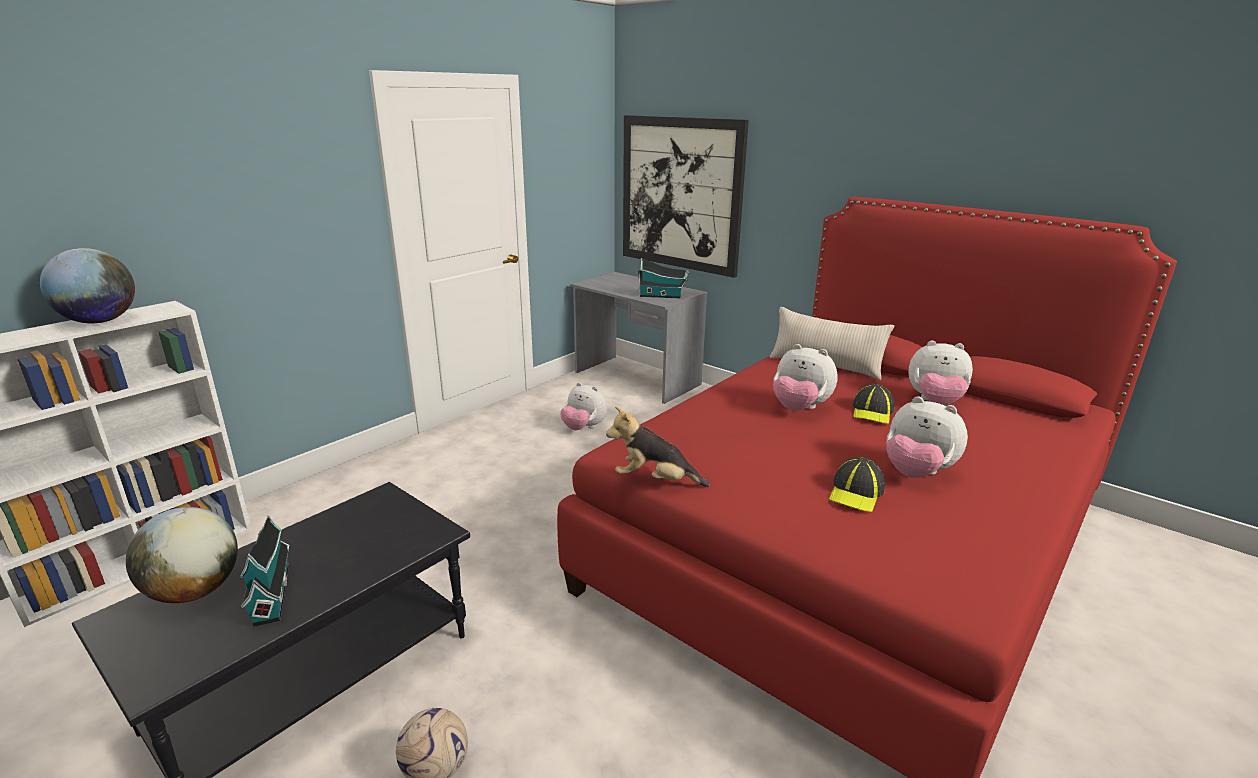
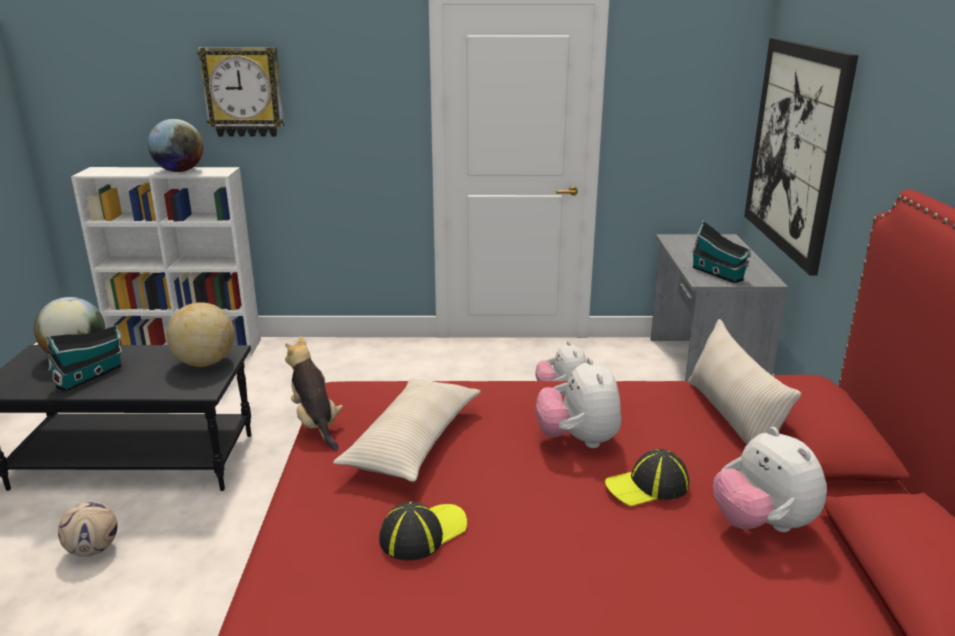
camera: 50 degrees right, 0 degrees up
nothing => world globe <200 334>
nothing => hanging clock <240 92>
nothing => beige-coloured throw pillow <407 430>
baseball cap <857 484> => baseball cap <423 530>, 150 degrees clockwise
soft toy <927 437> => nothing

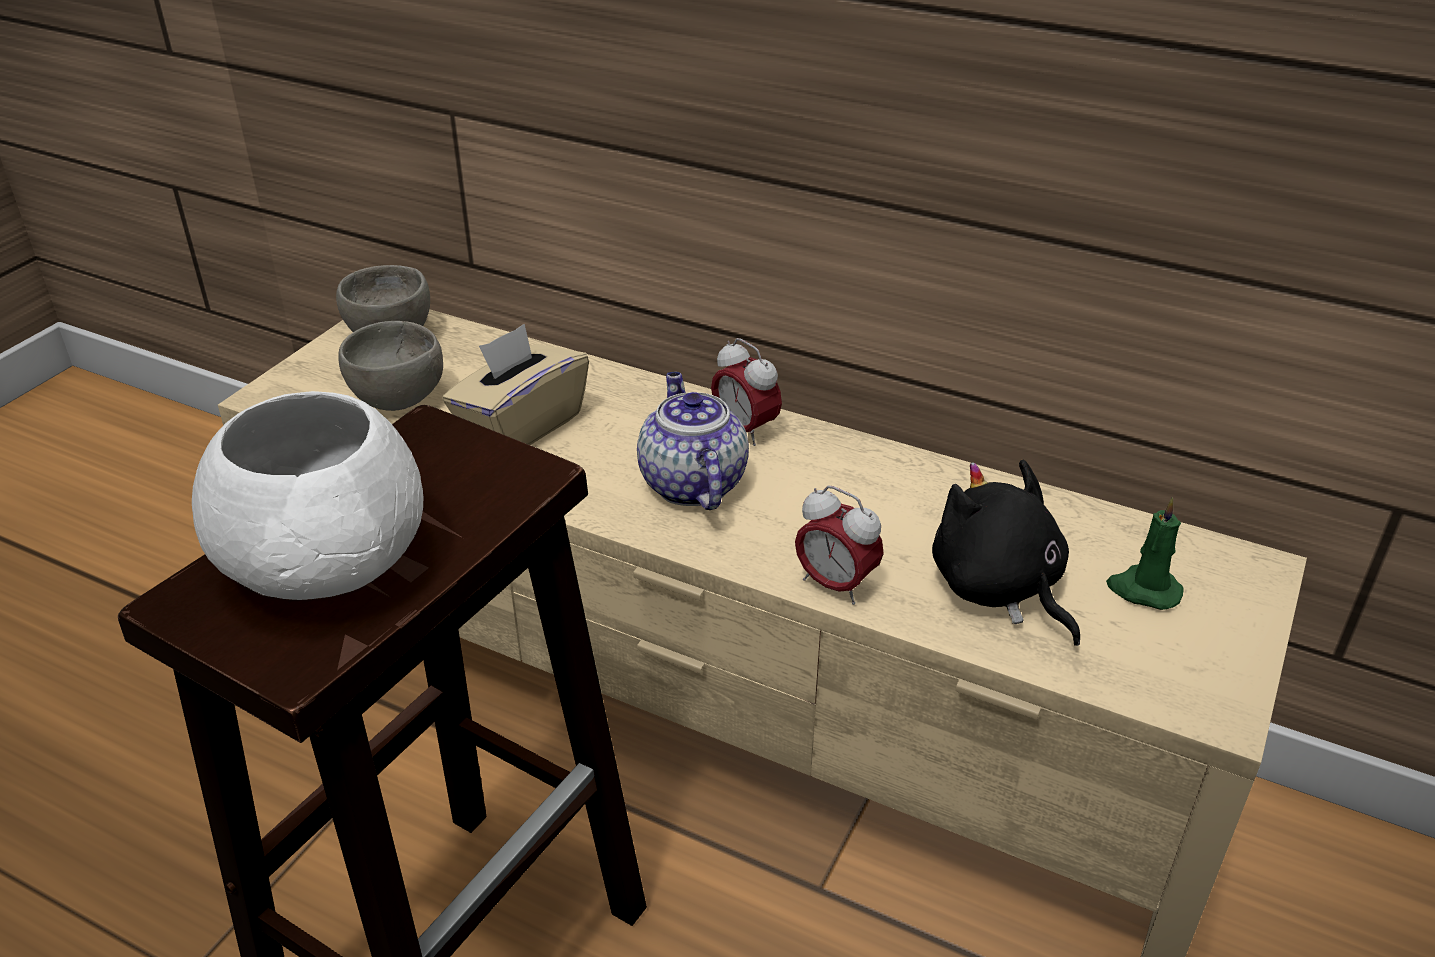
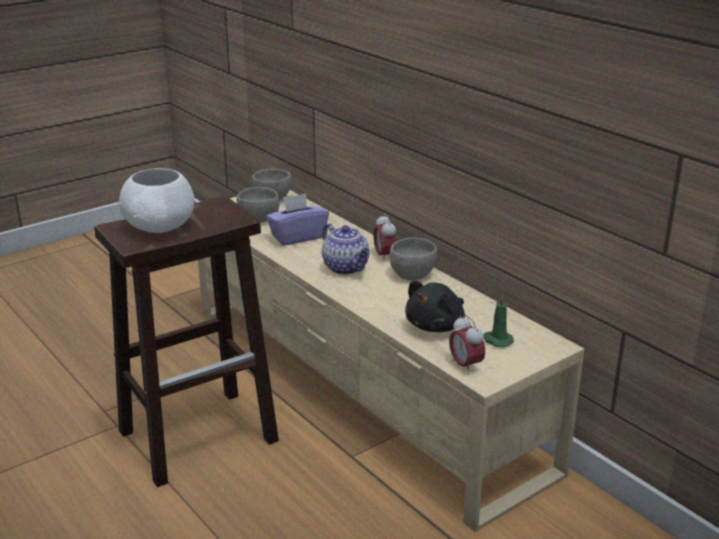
camera: 25 degrees right, 10 degrees down
beige-coloured tissue box <515 384> => purplish tissue box <297 219>
tea pot <693 441> => tea pot <346 249>, 135 degrees clockwise
nothing => greyish serving bowl <413 258>
black-coloured soft toy <1006 552> => black-coloured soft toy <435 306>, 135 degrees counterclockwise
alarm clock <839 545> => alarm clock <467 345>, shifted

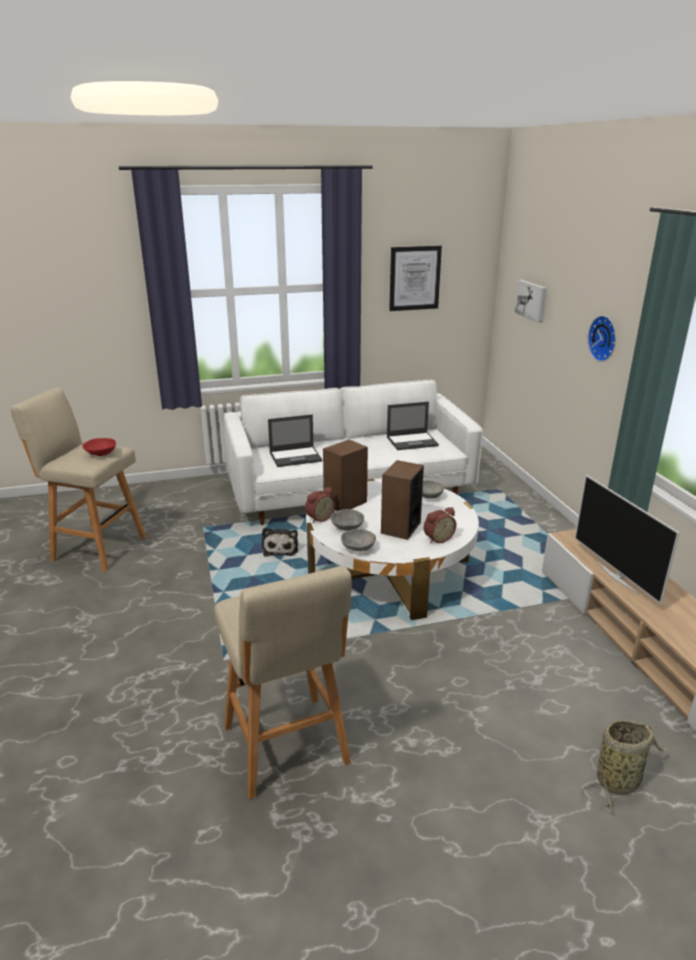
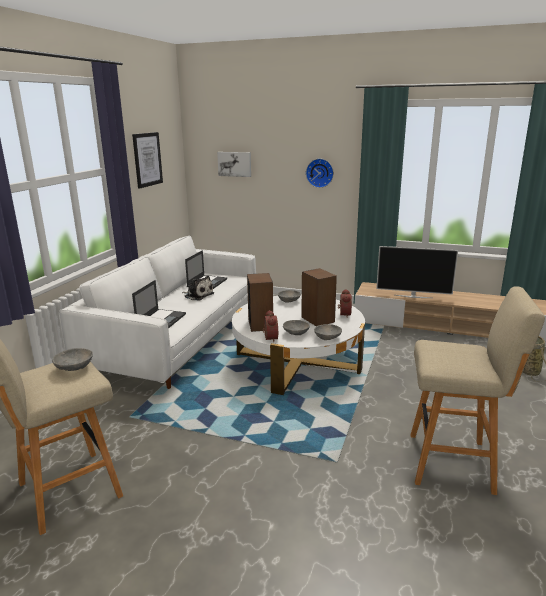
camera: 55 degrees left, 5 degrees down
reddish serving bowl <99 447> => greyish serving bowl <72 359>
soft toy <280 542> => soft toy <198 287>, shifted

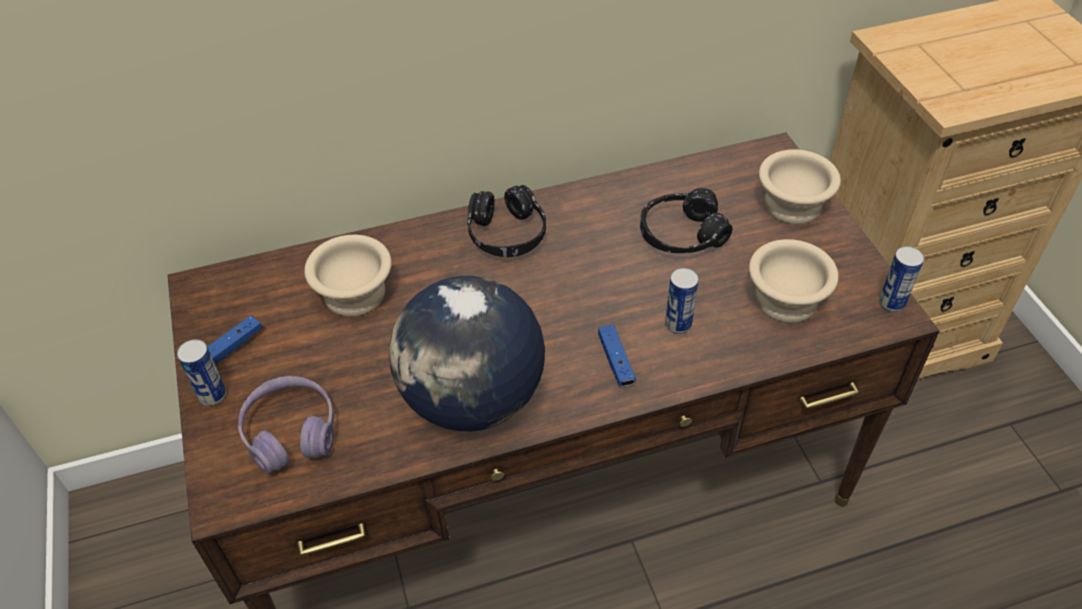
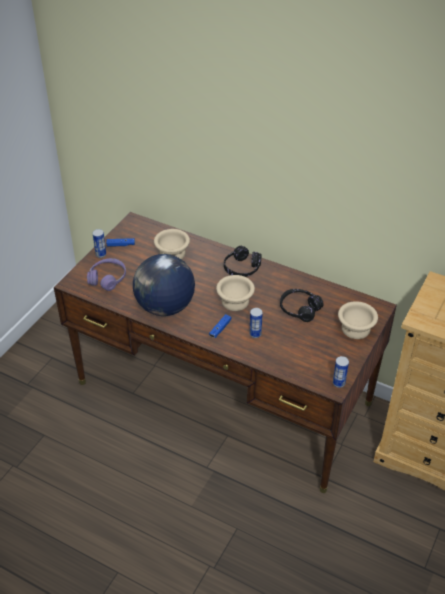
camera: 45 degrees right, 5 degrees down
beige-coloured serving bowl <794 281> => beige-coloured serving bowl <235 293>, shifted

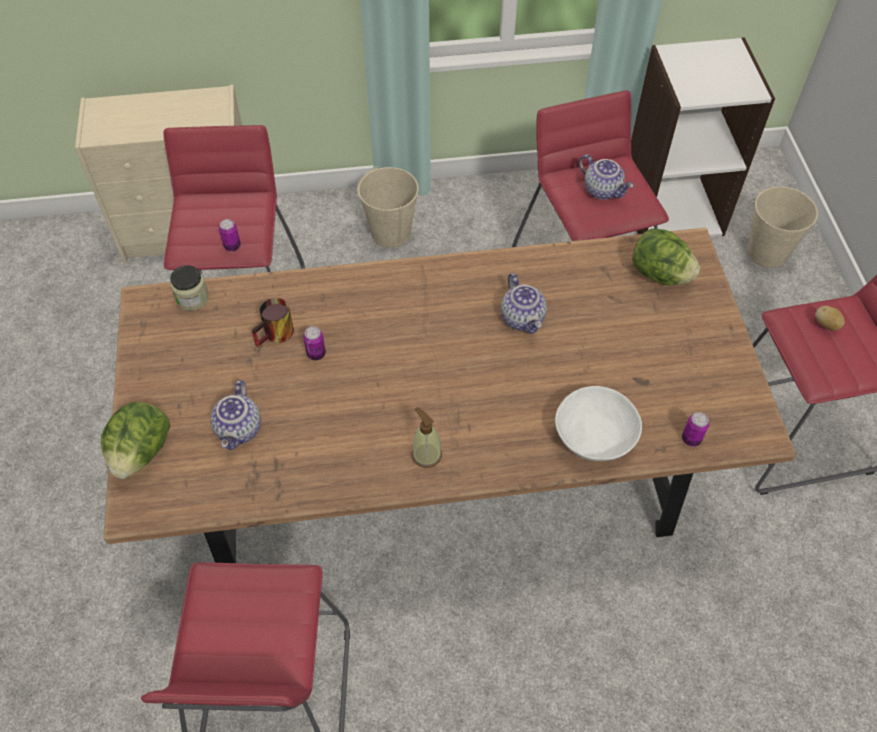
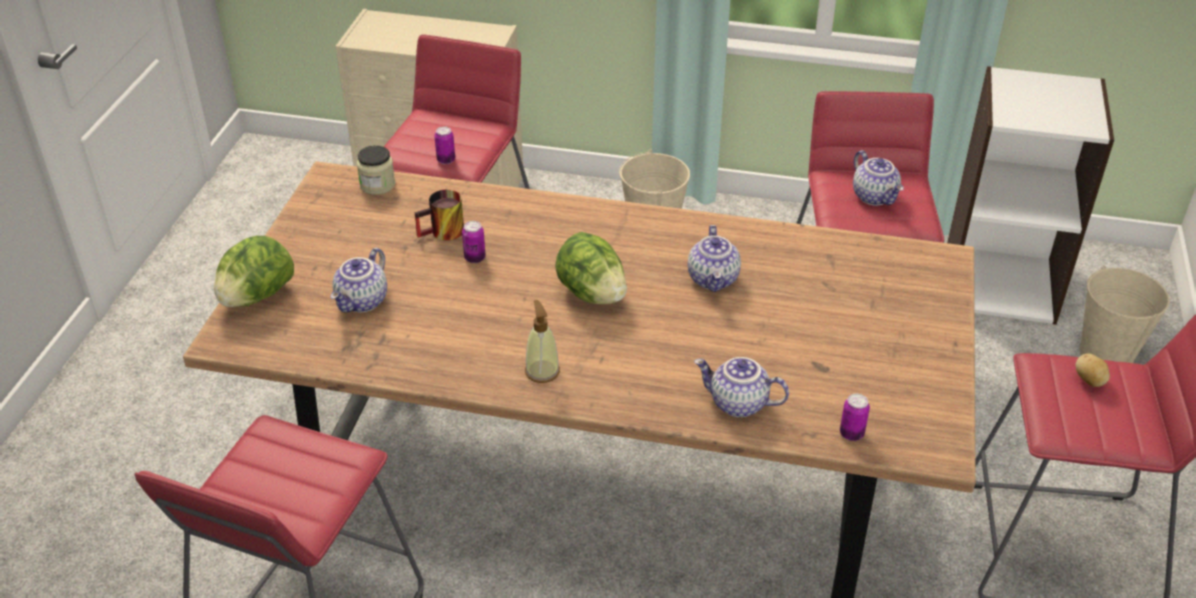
camera: 20 degrees right, 15 degrees down
head of lettuce <666 257> => head of lettuce <591 268>, shifted
white serving bowl <598 423> => tea pot <741 387>

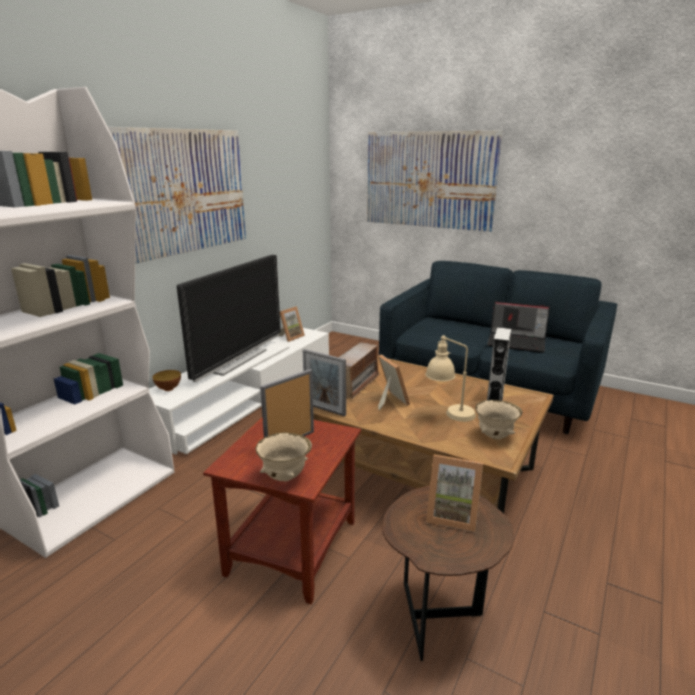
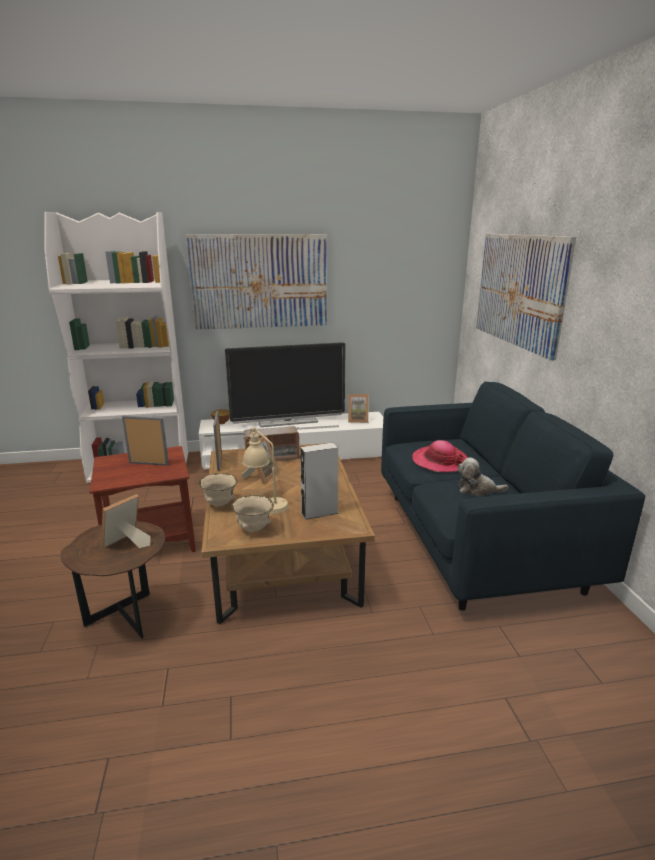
camera: 50 degrees right, 0 degrees up
photo frame <454 493> => photo frame <126 521>, 60 degrees clockwise
beige-coloured serving bowl <284 457> => beige-coloured serving bowl <217 489>, shifted
nothing => wearable hat <440 456>
notebook computer <518 327> => soft toy <482 477>

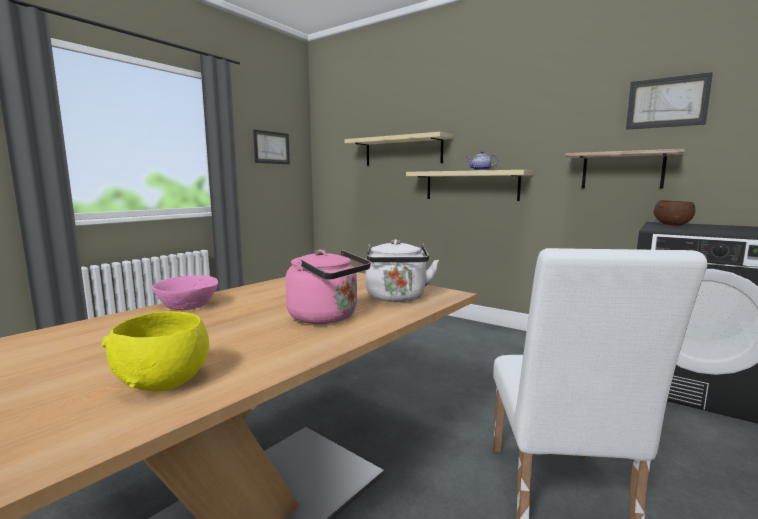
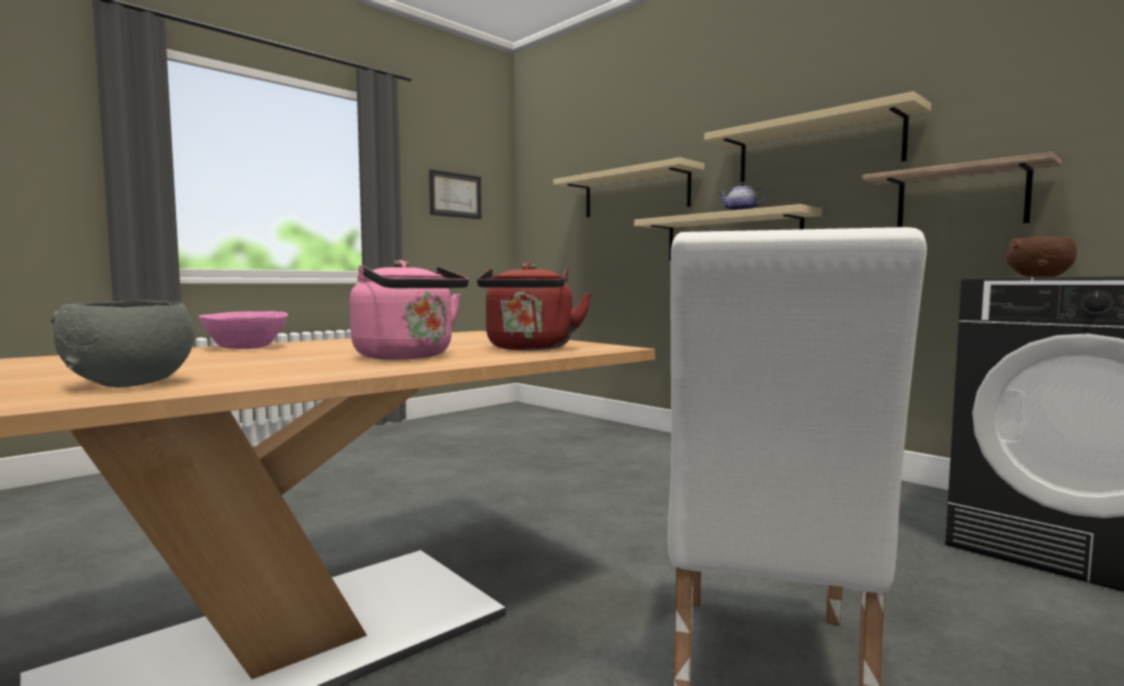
camera: 10 degrees right, 5 degrees down
yellow-coloured serving bowl <155 351> => greyish serving bowl <122 344>
white tea kettle <402 270> => reddish tea kettle <534 306>
nothing => beige-coloured bracket shelf <817 136>
wall art <669 101> => nothing

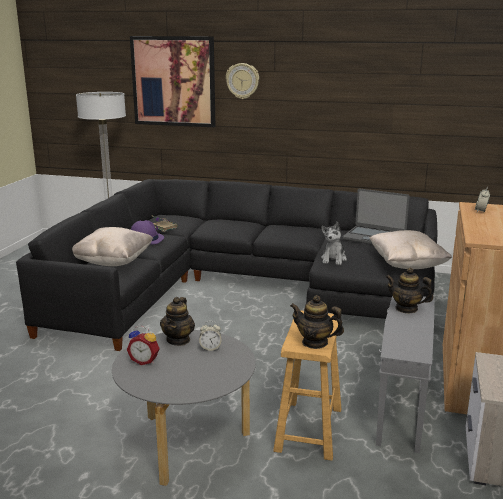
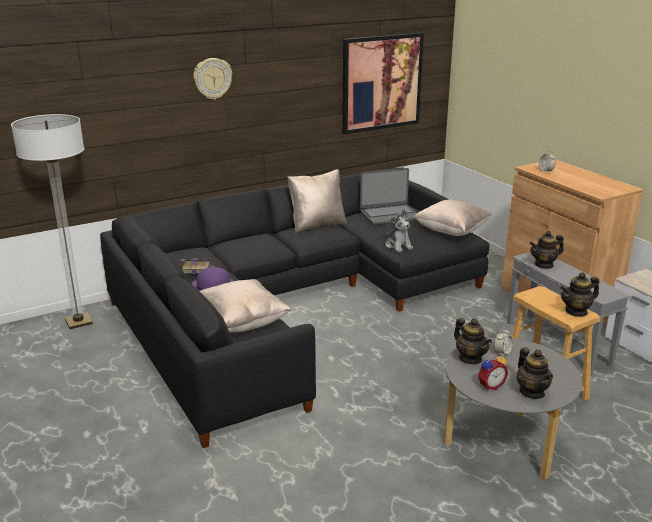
camera: 45 degrees left, 5 degrees up
nothing => beige-coloured throw pillow <317 201>
wall art <173 81> => wall art <383 83>, shifted
nothing => tea pot <535 373>

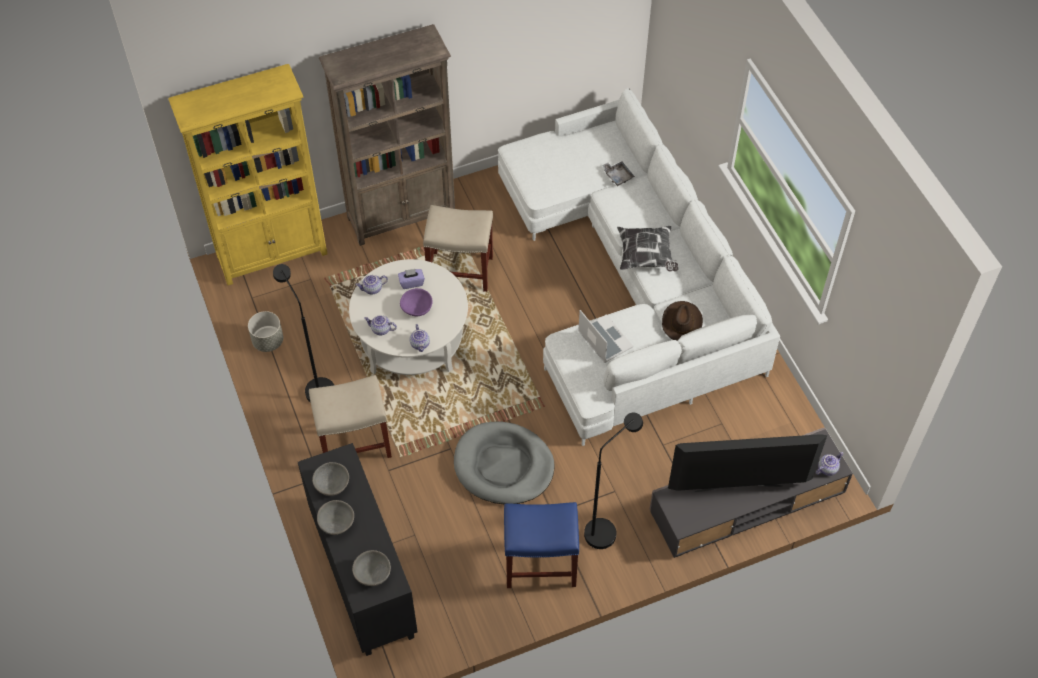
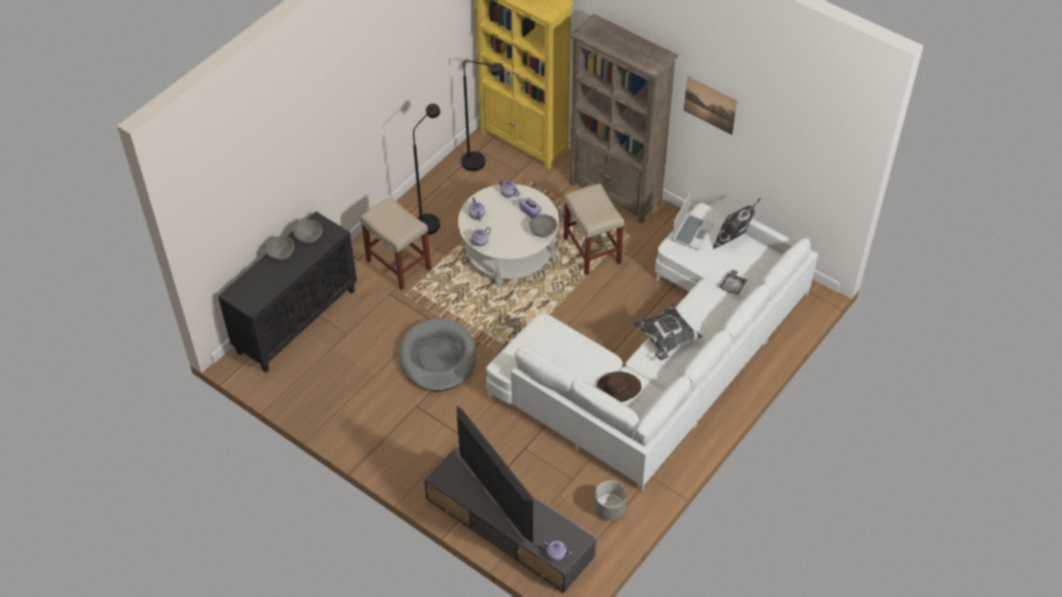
camera: 60 degrees right, 5 degrees down
black-coloured floor lamp <613 480> => black-coloured floor lamp <482 115>, shifted
greyish serving bowl <371 568> => greyish serving bowl <543 225>, shifted
greyish flower pot <265 331> => greyish flower pot <610 500>, shifted
notebook computer <605 336> => notebook computer <693 222>, shifted
nothing => wall art <711 105>
nothing => throw pillow <736 224>
purplish serving bowl <416 302> => nothing
blue sitting stool <541 545> => nothing

